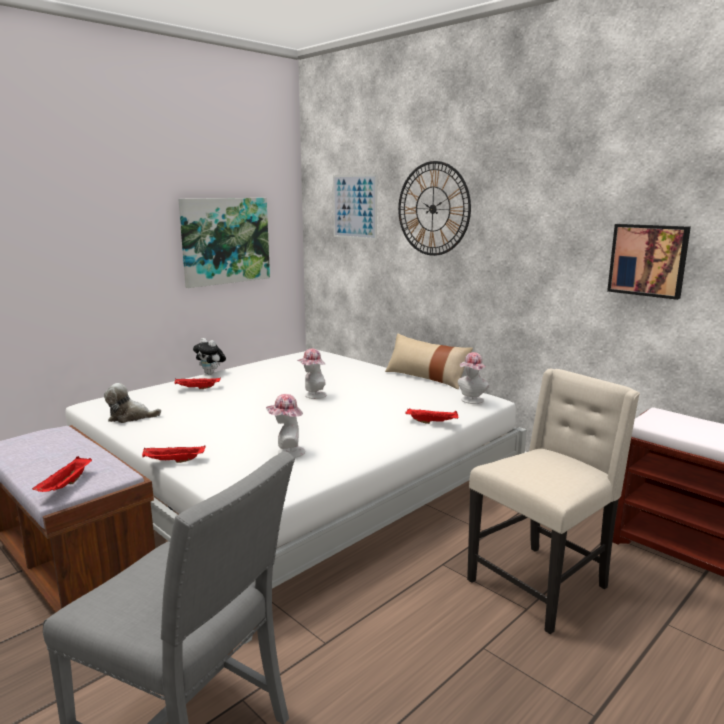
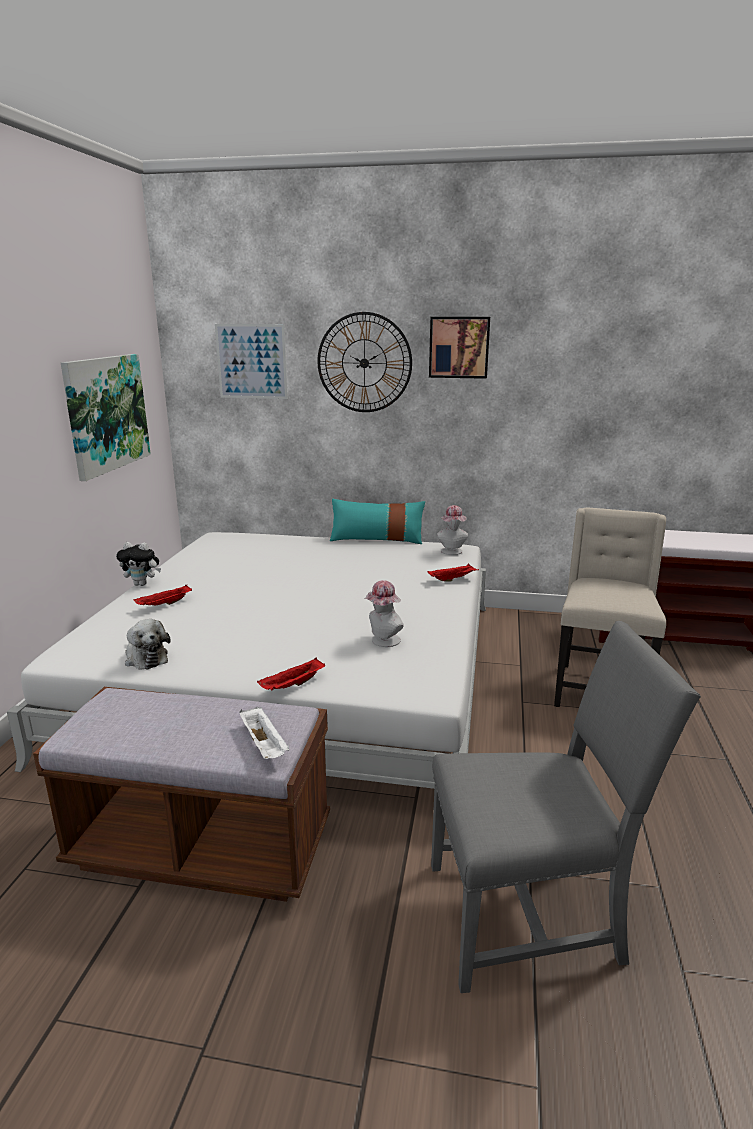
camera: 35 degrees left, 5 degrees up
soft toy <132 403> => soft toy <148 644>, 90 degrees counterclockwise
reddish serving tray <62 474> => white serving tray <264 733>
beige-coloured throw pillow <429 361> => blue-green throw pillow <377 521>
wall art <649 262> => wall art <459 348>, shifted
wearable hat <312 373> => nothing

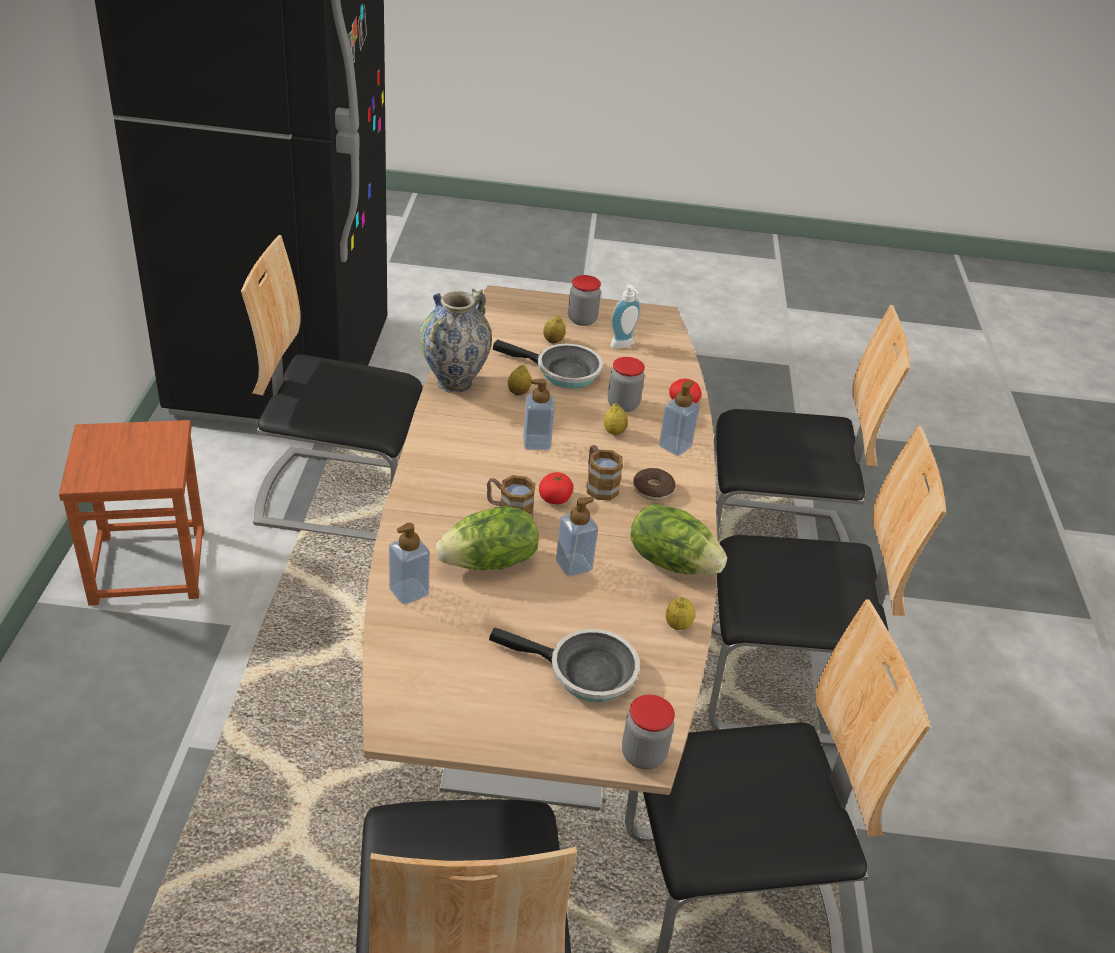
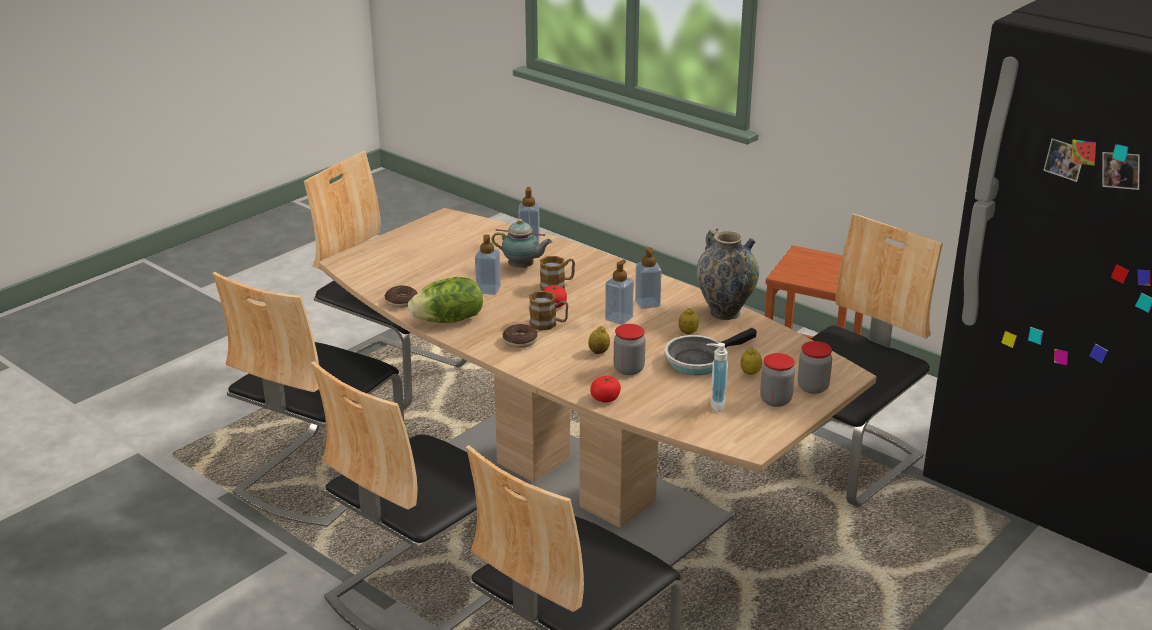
camera: 130 degrees right, 10 degrees down
lemon <680 613> => ring doughnut <401 296>
head of lettuce <487 538> => tea pot <522 243>
soap bottle <679 418> => soap bottle <648 278>, shifted
preserve jar <648 732> => preserve jar <815 367>, shifted
pan <564 665> => nothing

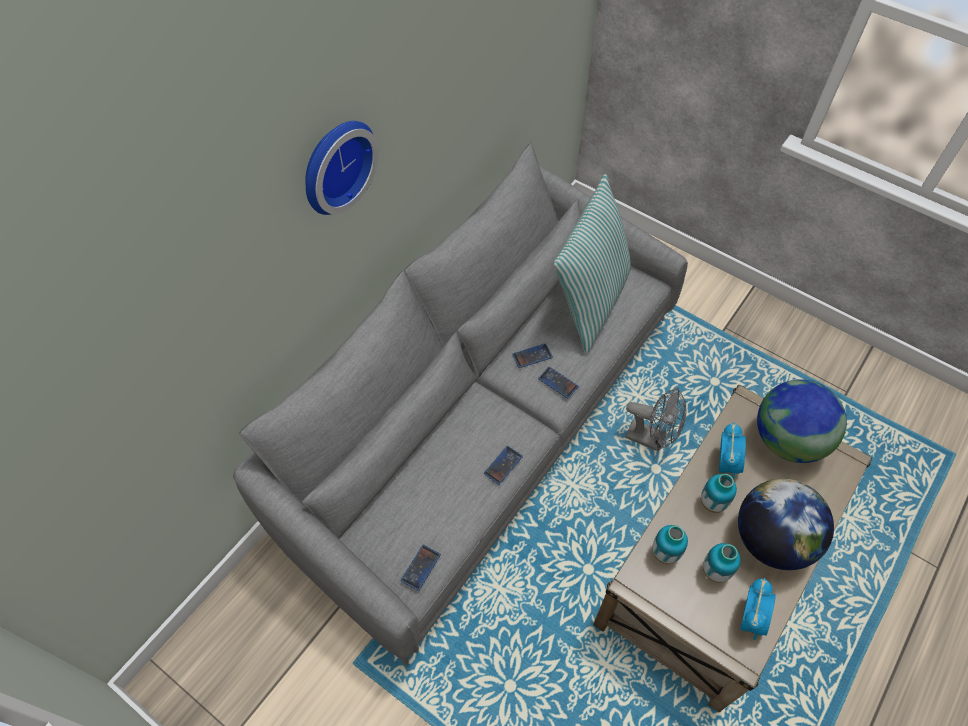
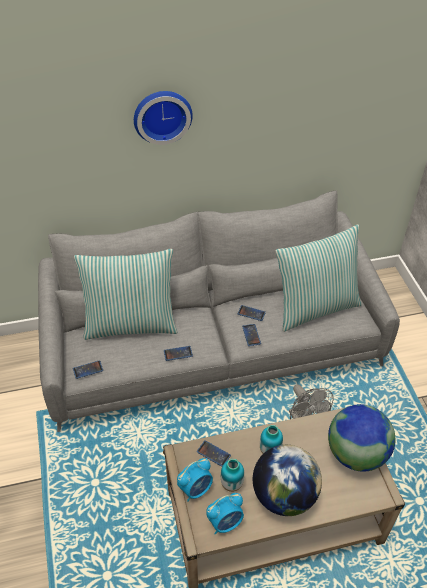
camera: 40 degrees right, 10 degrees down
nothing => throw pillow <126 294>
alarm clock <732 450> => alarm clock <195 480>, shifted
decorative vase <670 544> => phone <214 453>

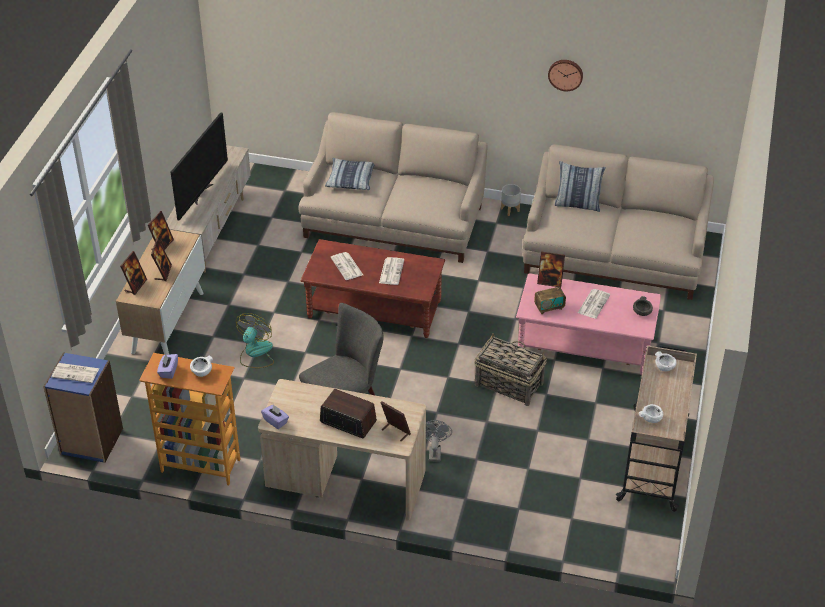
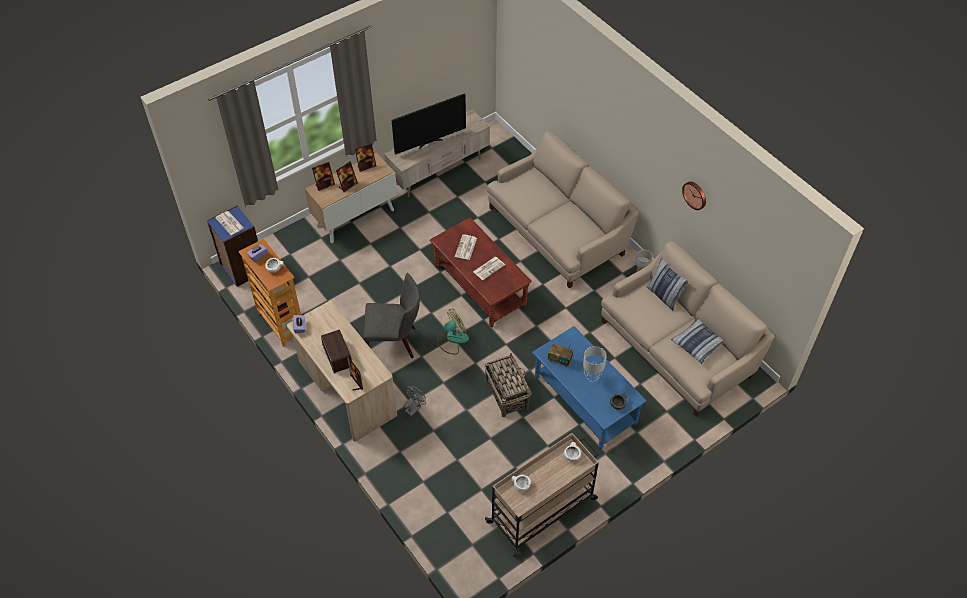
camera: 40 degrees right, 10 degrees up
cooling fan <255 340> => cooling fan <453 332>, shifted
pink coffee table <588 324> => blue coffee table <589 387>
daily paper <594 304> => greyish lamp for a table <595 364>
throw pillow <349 174> => throw pillow <697 340>, shifted
photo frame <551 269> => nothing

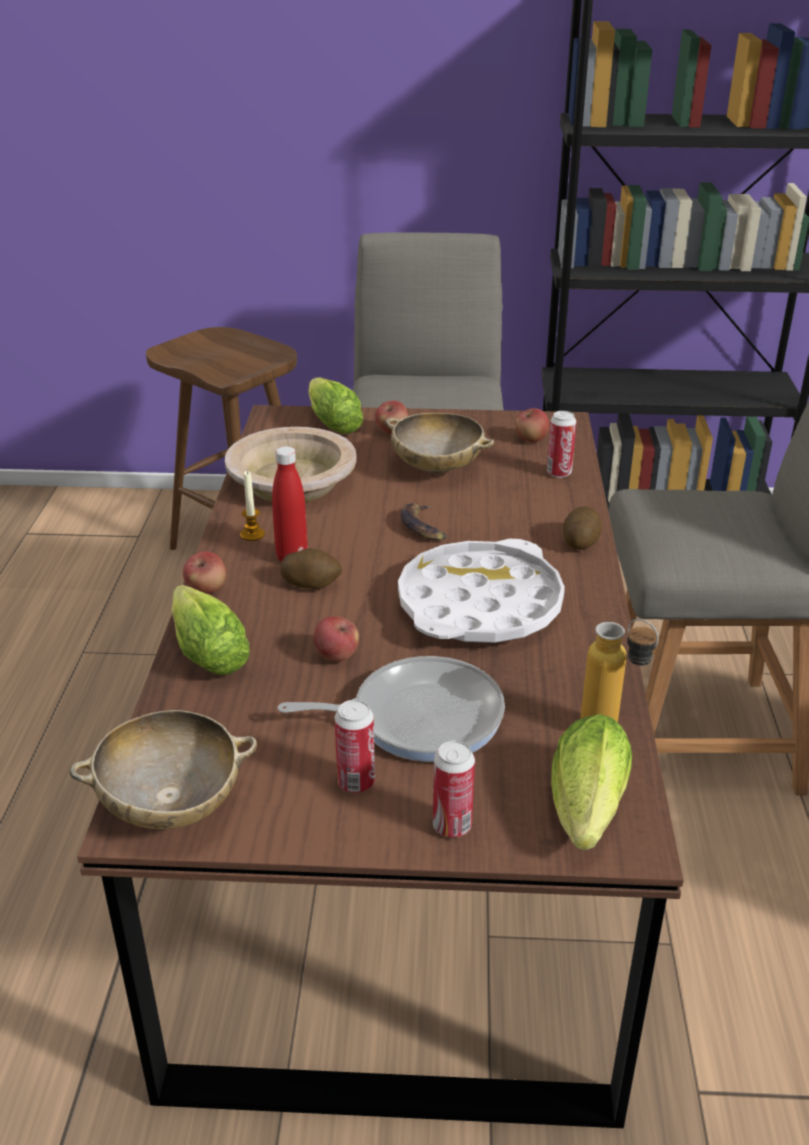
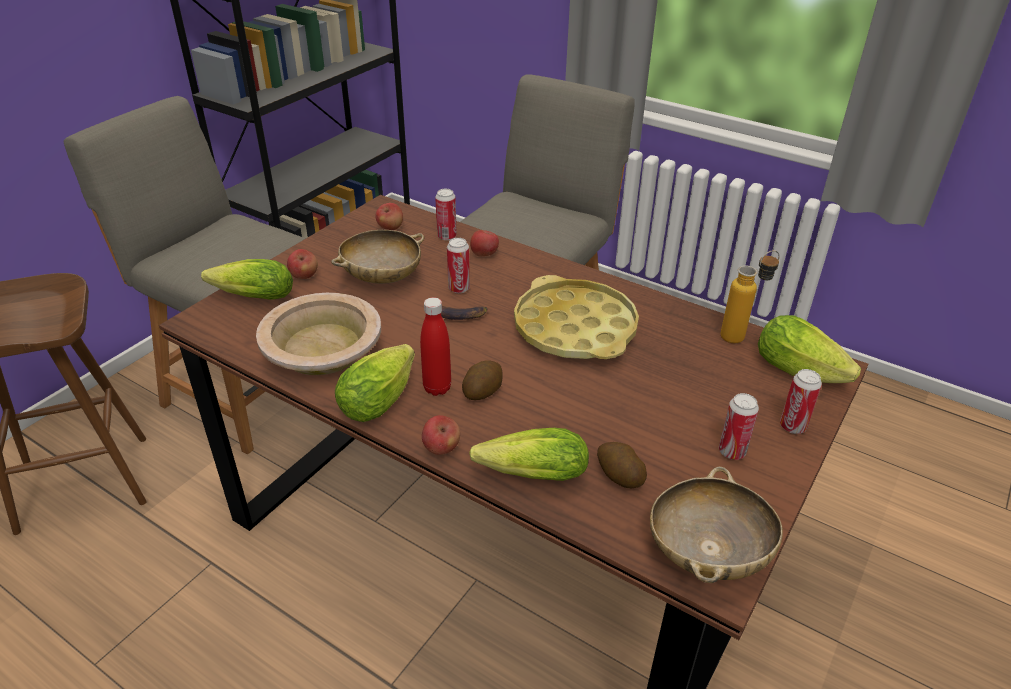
camera: 60 degrees left, 5 degrees up
wax candle <252 506> => head of lettuce <375 383>
nothing => sealed can <458 265>
apple <336 638> => apple <484 243>, shifted
white serving tray <481 591> => yellow-coloured serving tray <576 317>
spud <582 528> => spud <622 465>, shifted
pan <391 709> => nothing

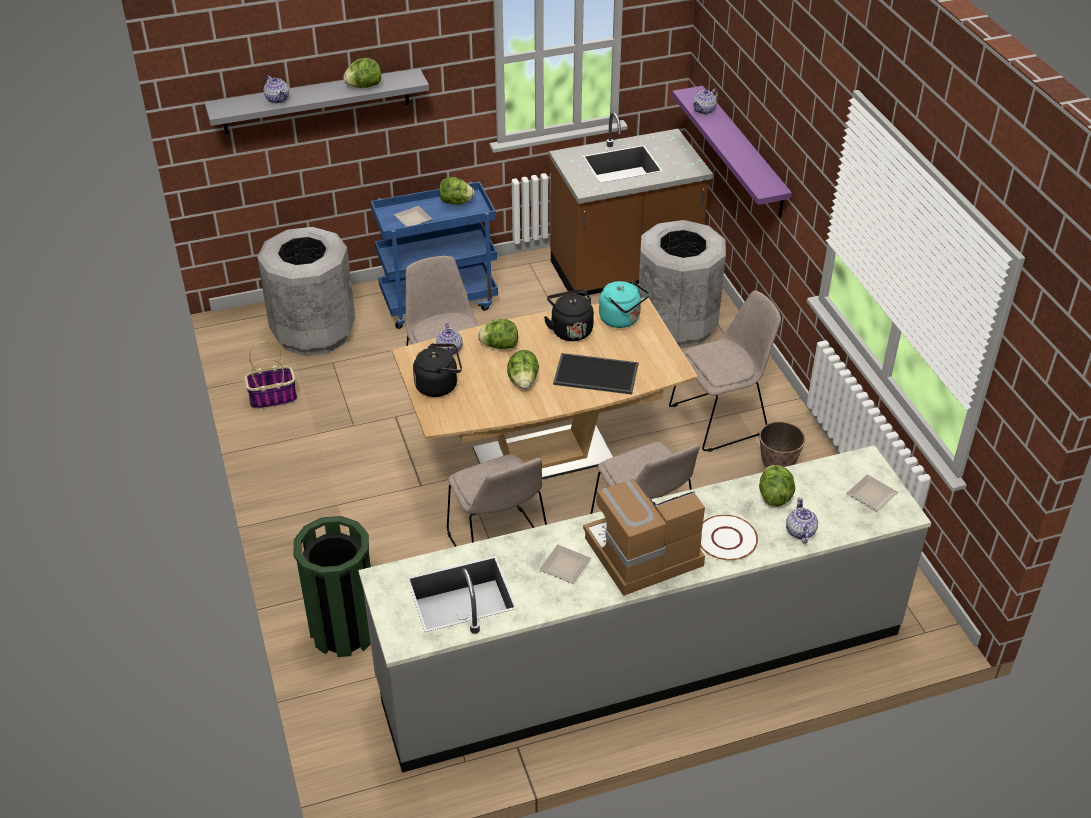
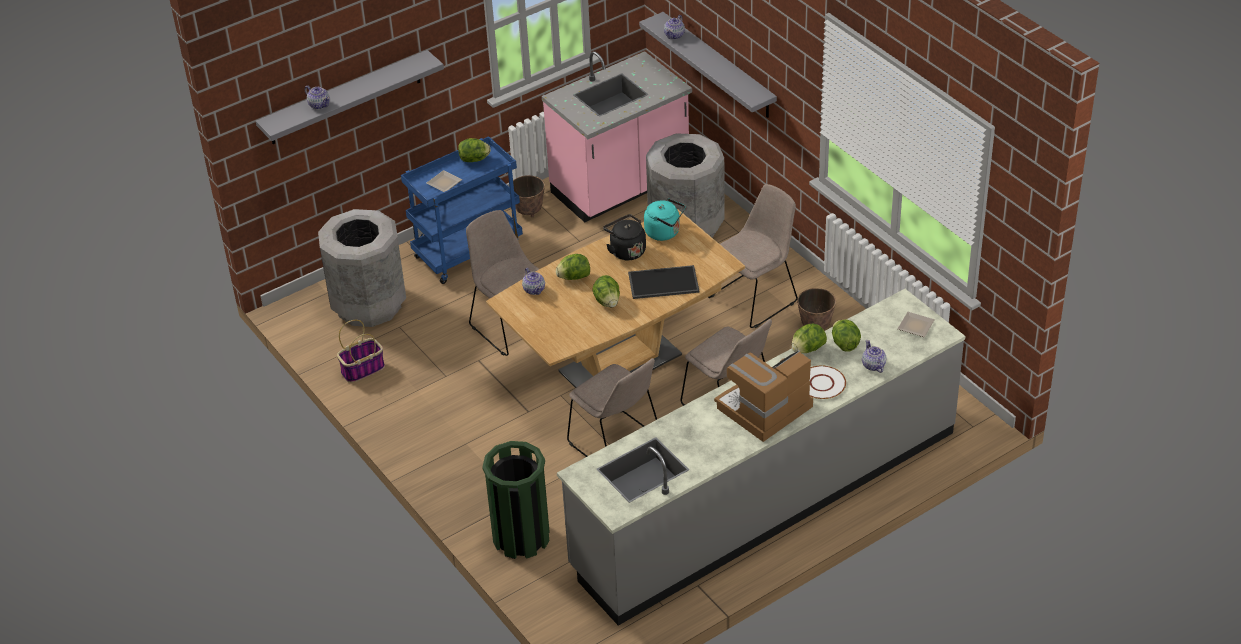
camera: 15 degrees left, 0 degrees up
nothing => flower pot <529 196>
brown counter <631 204> => pink counter <617 136>
purplish bracket shelf <732 152> => greyish bracket shelf <708 65>
head of lettuce <362 73> => head of lettuce <809 338>, shifted
black-coloured tea kettle <437 370> => nothing
dinner plate <565 564> => nothing

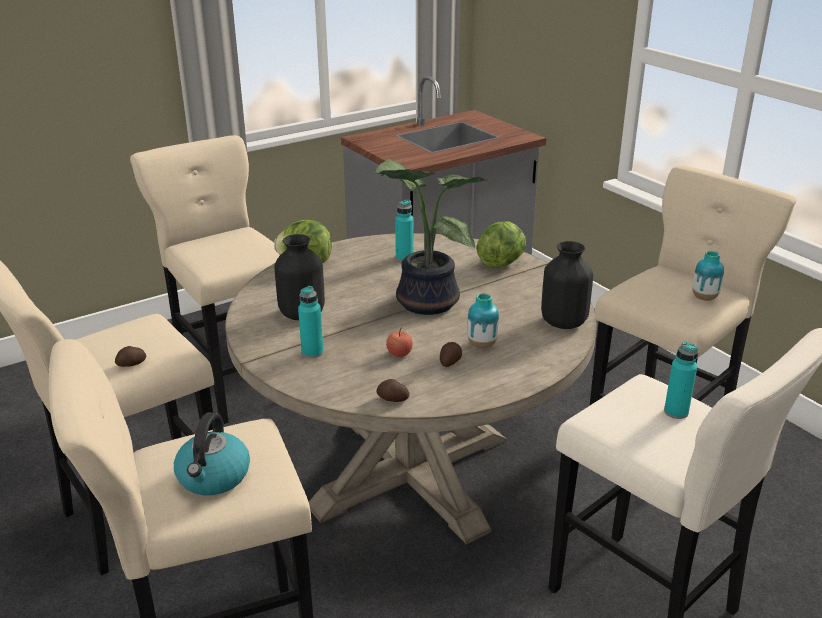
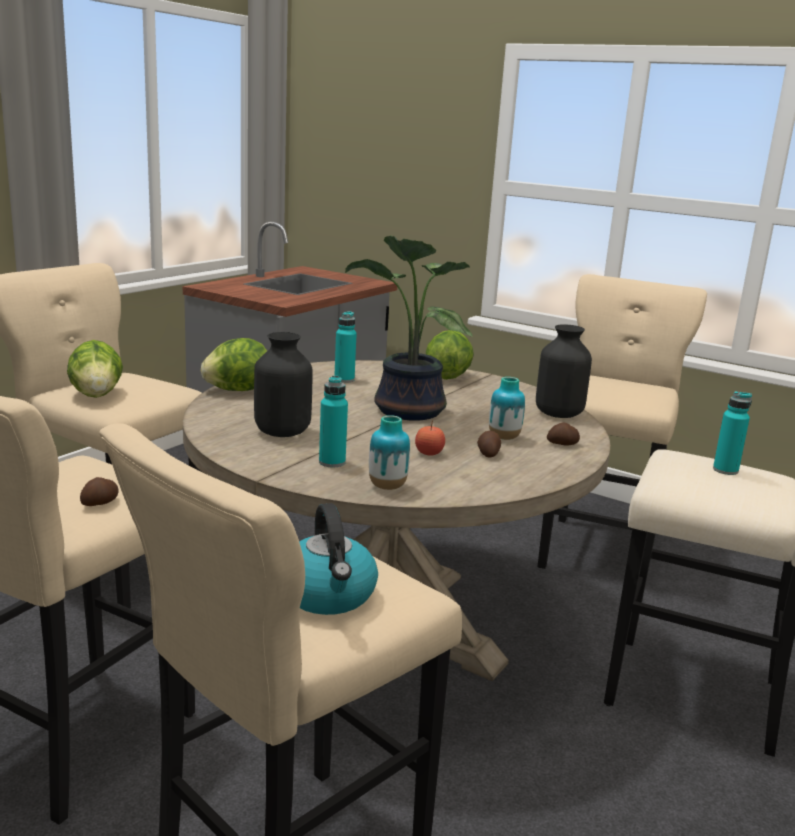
camera: 25 degrees left, 10 degrees down
nothing => head of lettuce <95 369>
decorative vase <708 276> => decorative vase <389 452>, shifted
spud <392 390> => spud <563 434>, shifted

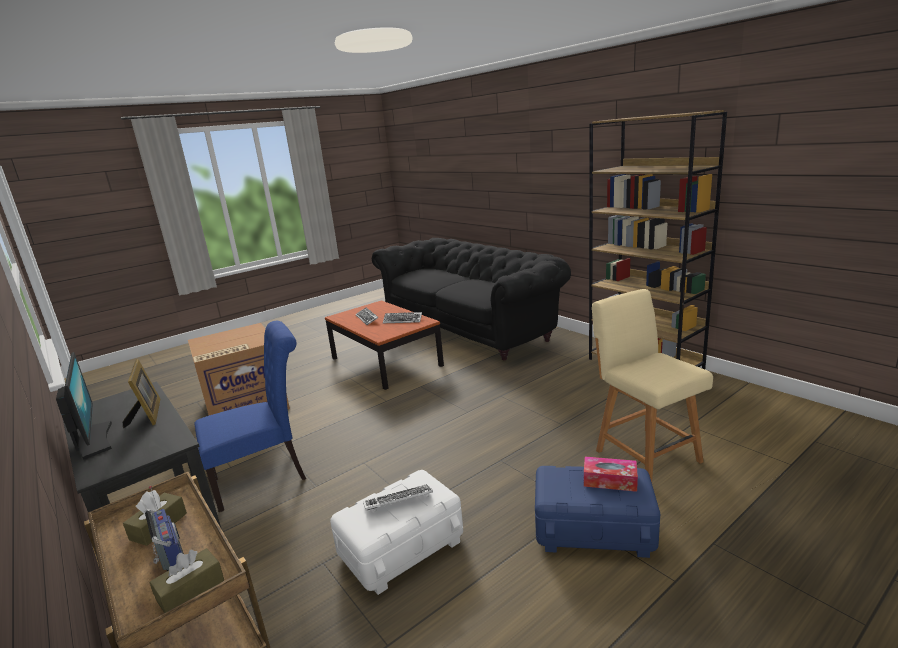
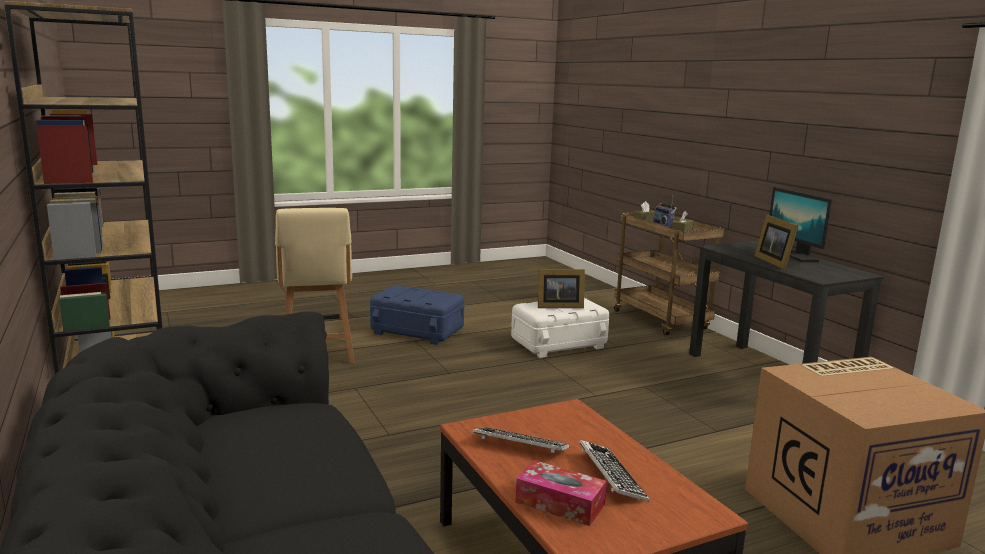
camera: 170 degrees left, 5 degrees down
tissue box <611 474> => tissue box <561 493>, shifted
computer keyboard <398 497> => photo frame <561 288>
blue chair <250 416> => nothing

